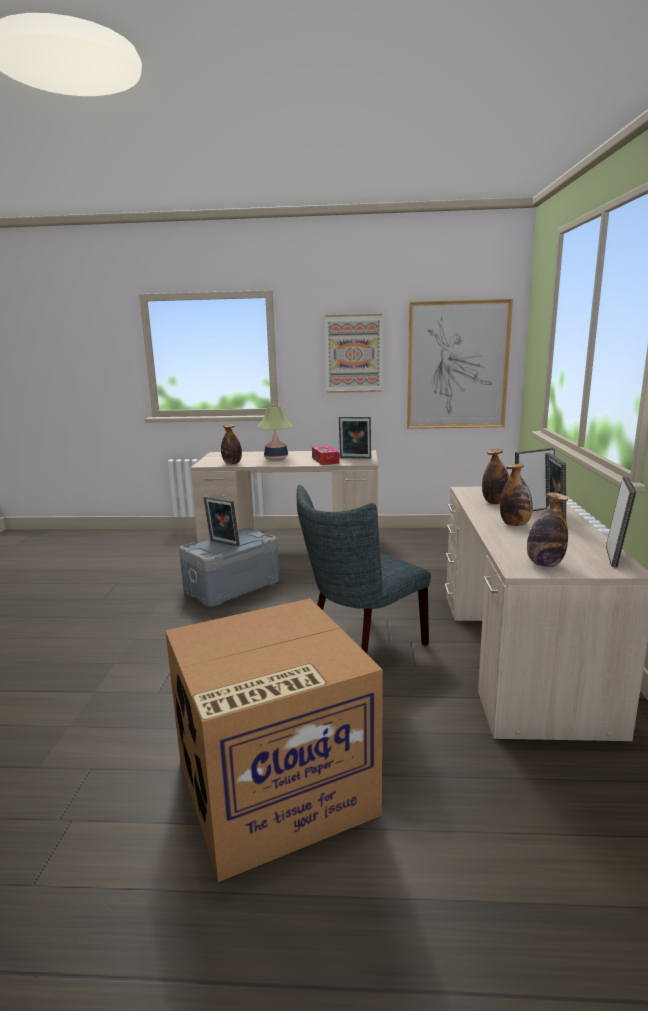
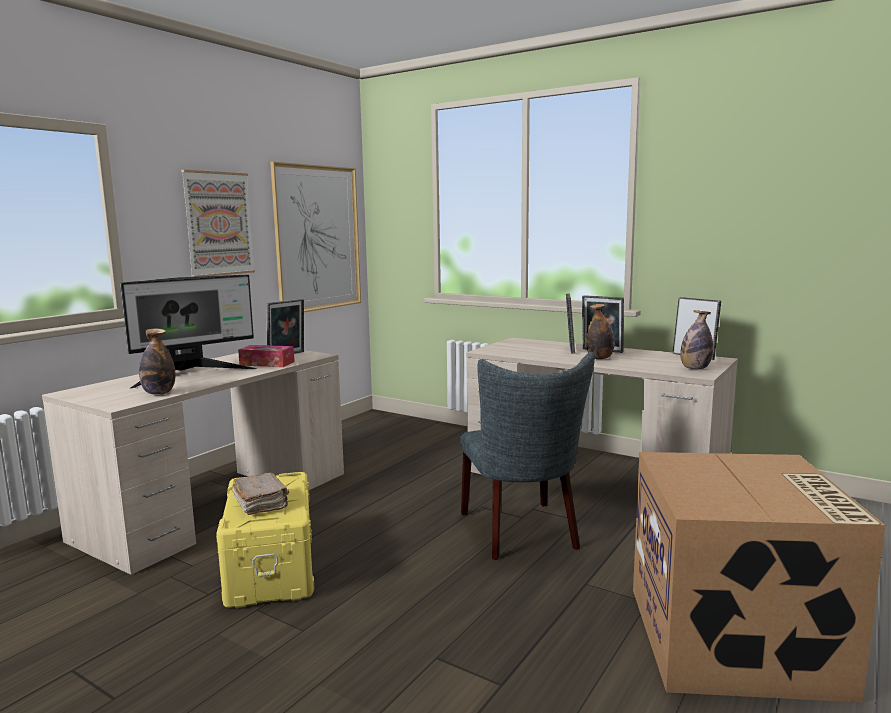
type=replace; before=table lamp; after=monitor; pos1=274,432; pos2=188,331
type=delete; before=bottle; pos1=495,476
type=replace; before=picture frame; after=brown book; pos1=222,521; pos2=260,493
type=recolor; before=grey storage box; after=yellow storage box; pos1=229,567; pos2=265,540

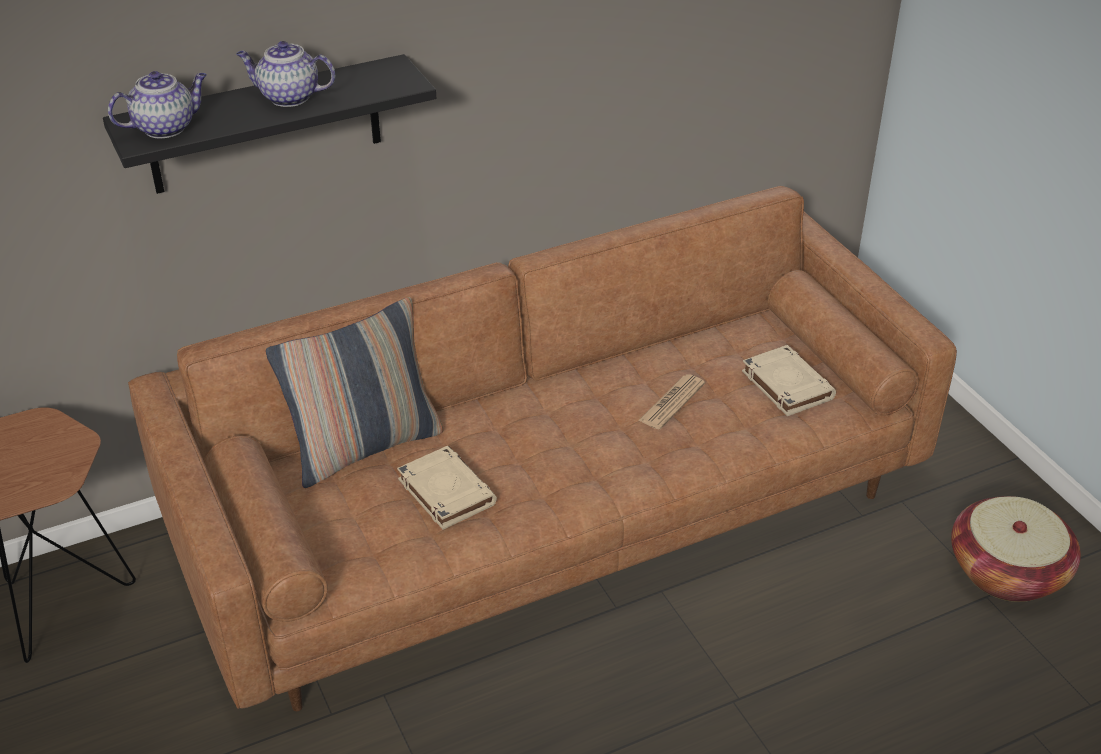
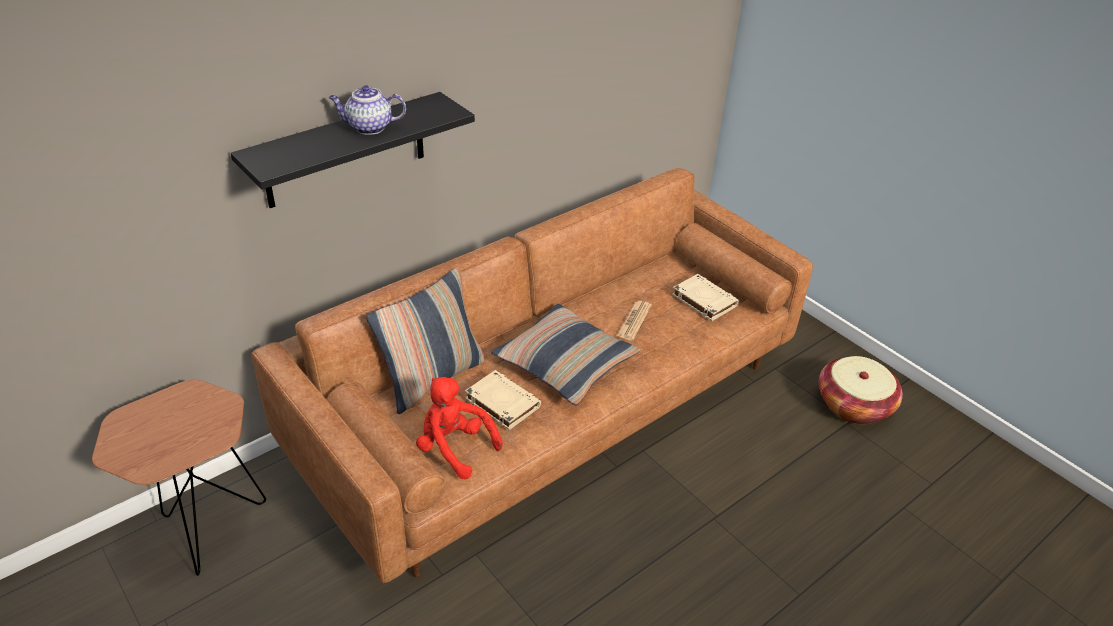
type=delete; before=teapot; pos1=157,104
type=insert; after=pillow; pos2=566,354
type=insert; after=red plush toy; pos2=459,428

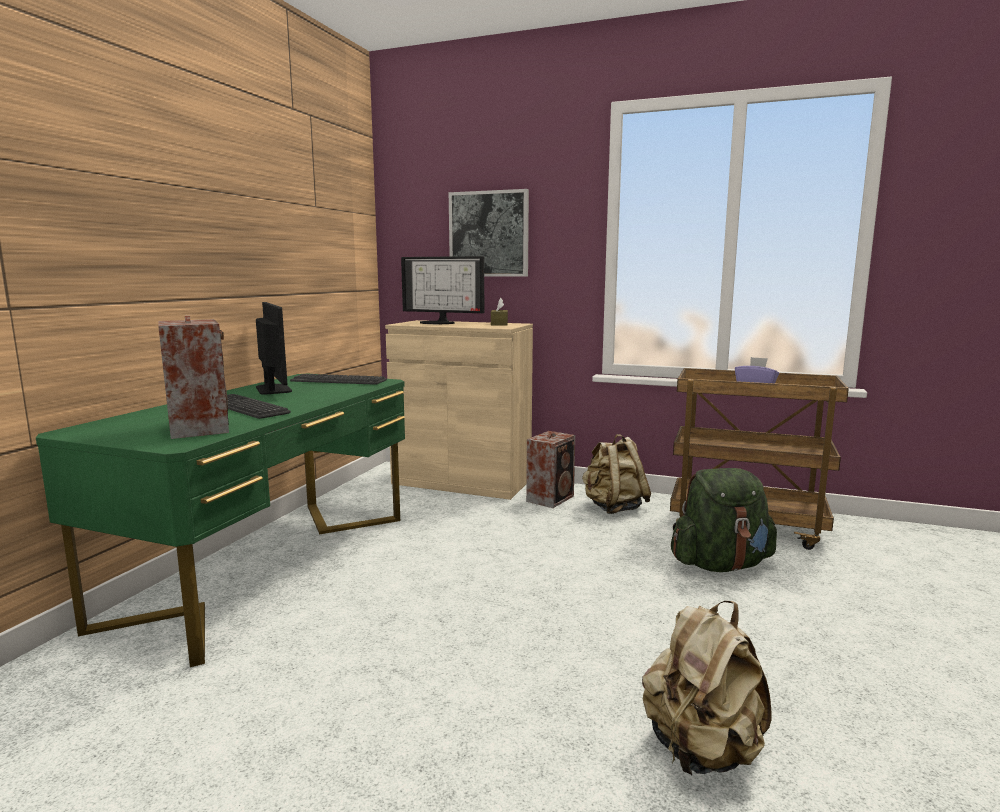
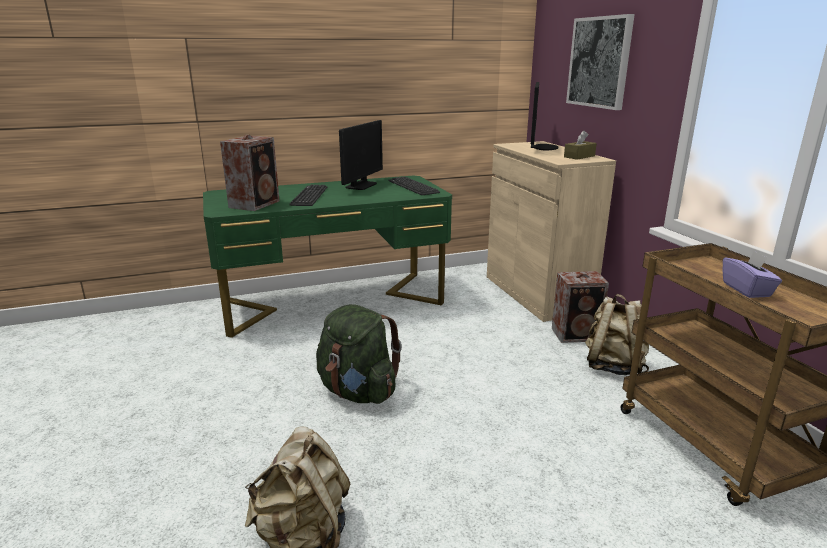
type=rotate; before=monitor; pos1=442,290; pos2=544,116; turn=-150
type=move; before=green backpack; pos1=724,520; pos2=359,354

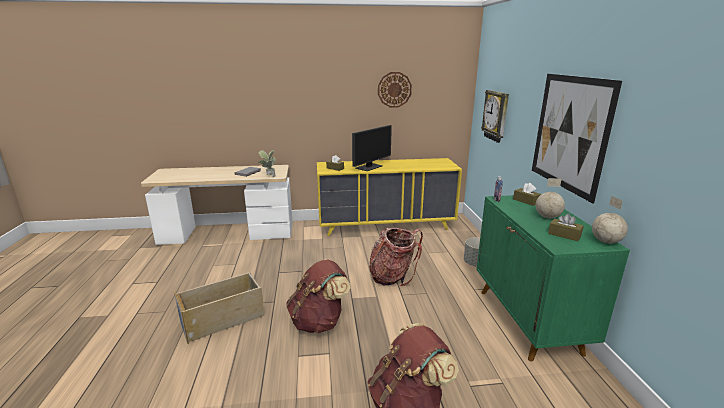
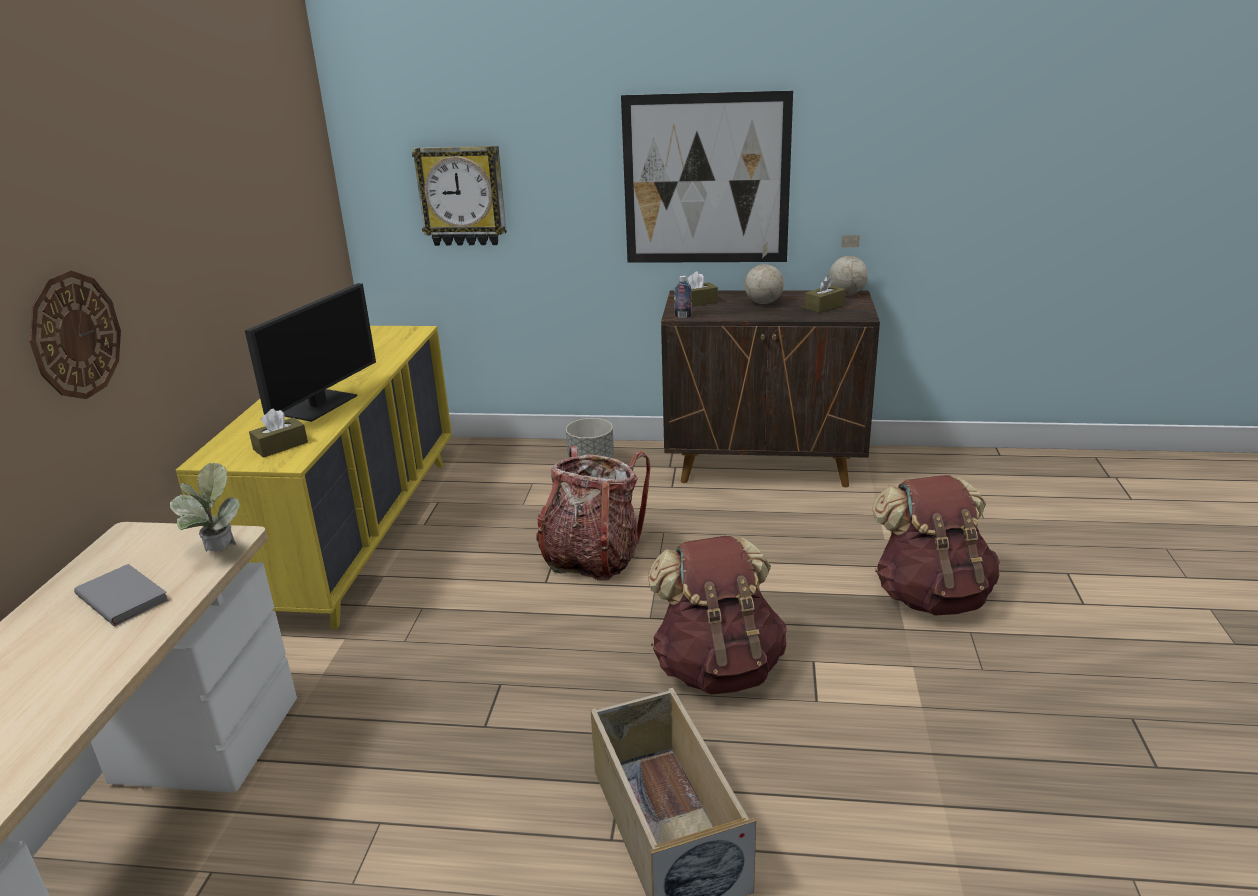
type=move; before=wall clock; pos1=395,90; pos2=75,335
type=rotate; before=monitor; pos1=372,148; pos2=310,352; turn=60
type=recolor; before=green cabinet; after=brown cabinet; pos1=553,278; pos2=770,388

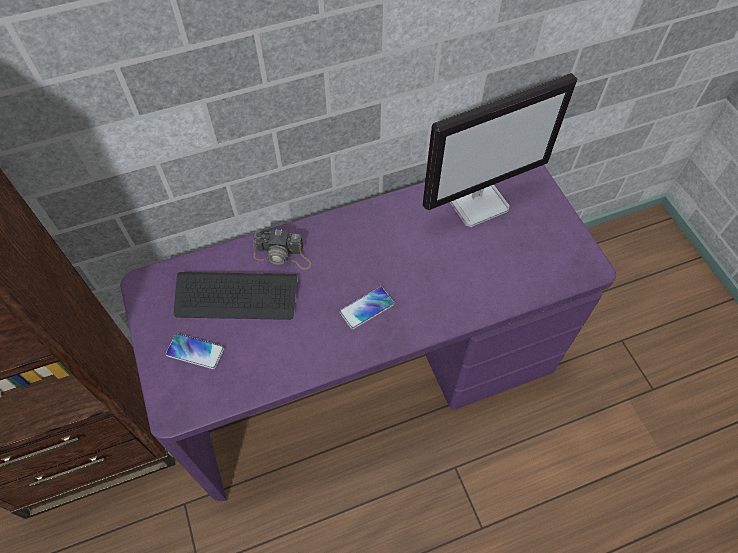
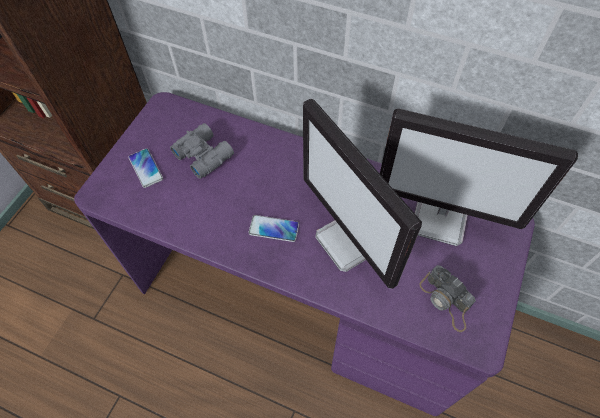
type=move; before=photo camera; pos1=282,249; pos2=447,298
type=replace; before=keyboard; after=grey binoculars; pos1=236,296; pos2=202,151
type=insert; after=monitor; pos2=362,194

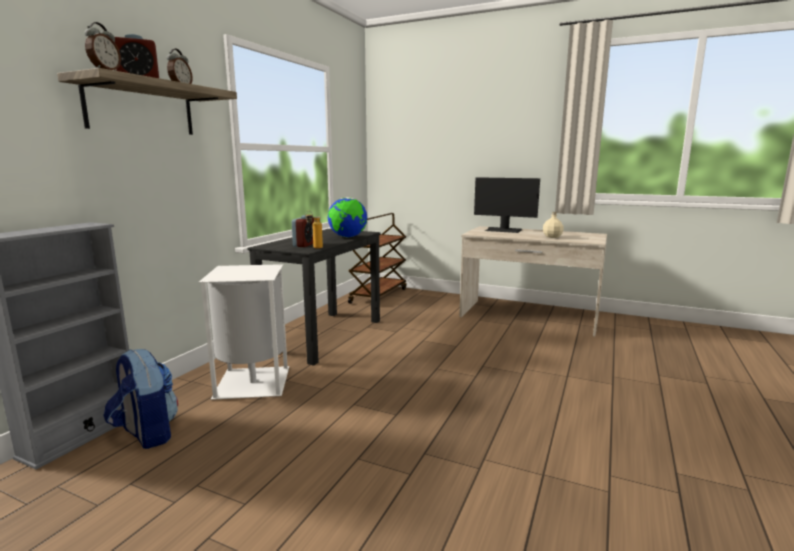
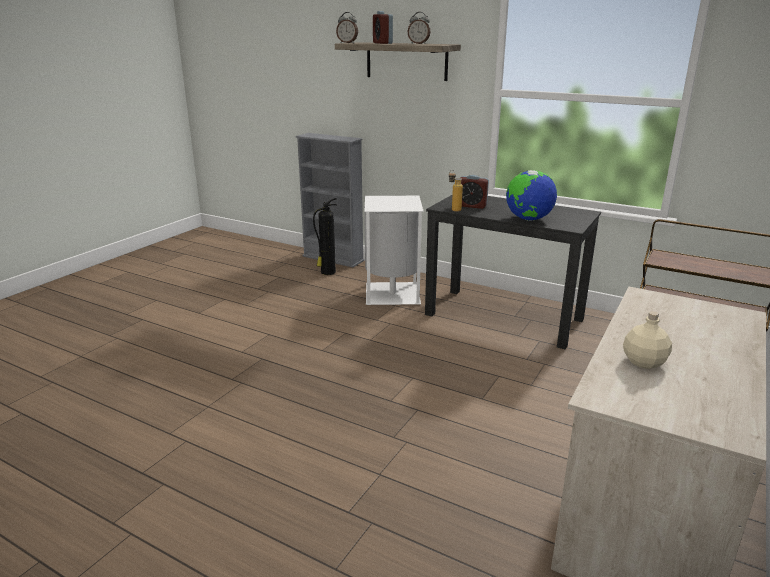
type=delete; before=monitor; pos1=507,205
type=replace; before=backpack; after=fire extinguisher; pos1=140,399; pos2=325,236

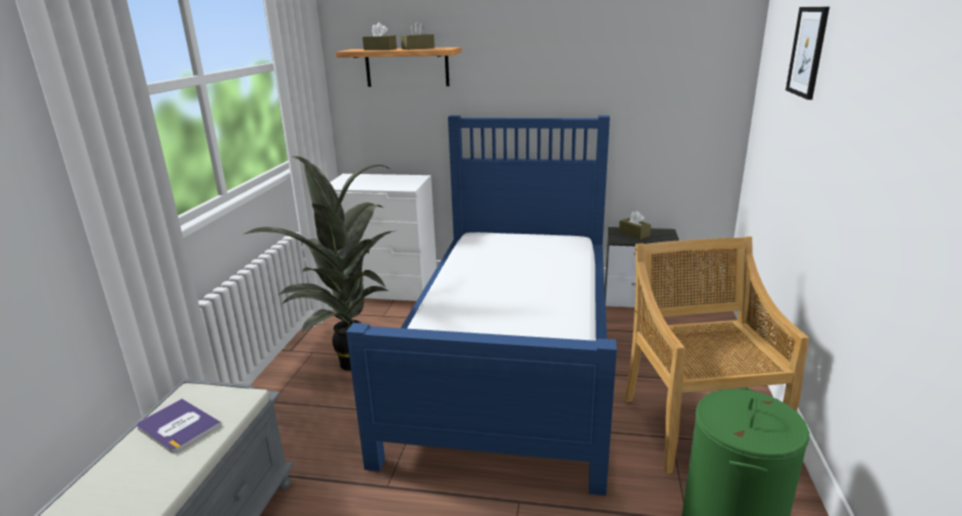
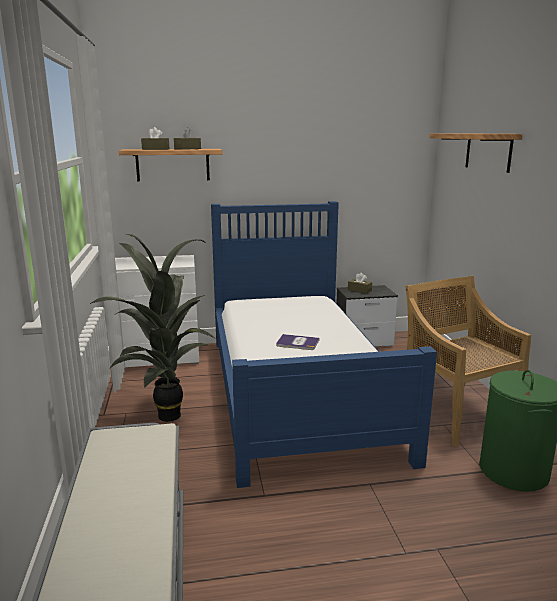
type=replace; before=picture; after=shelf; pos1=808,53; pos2=476,153
type=move; before=book; pos1=179,426; pos2=298,342

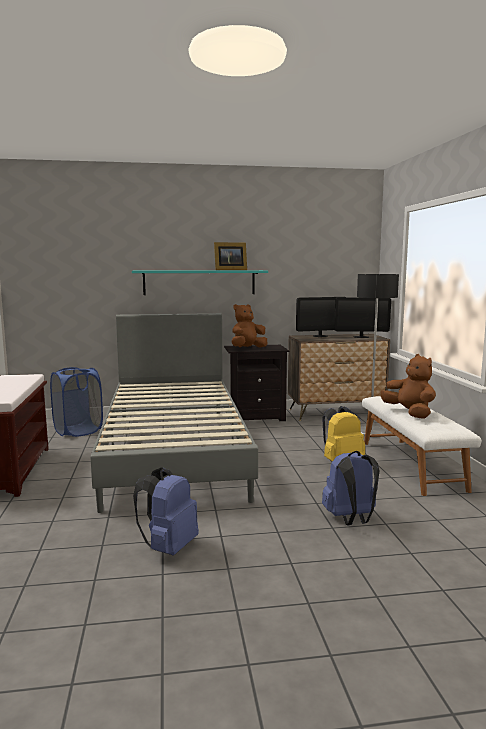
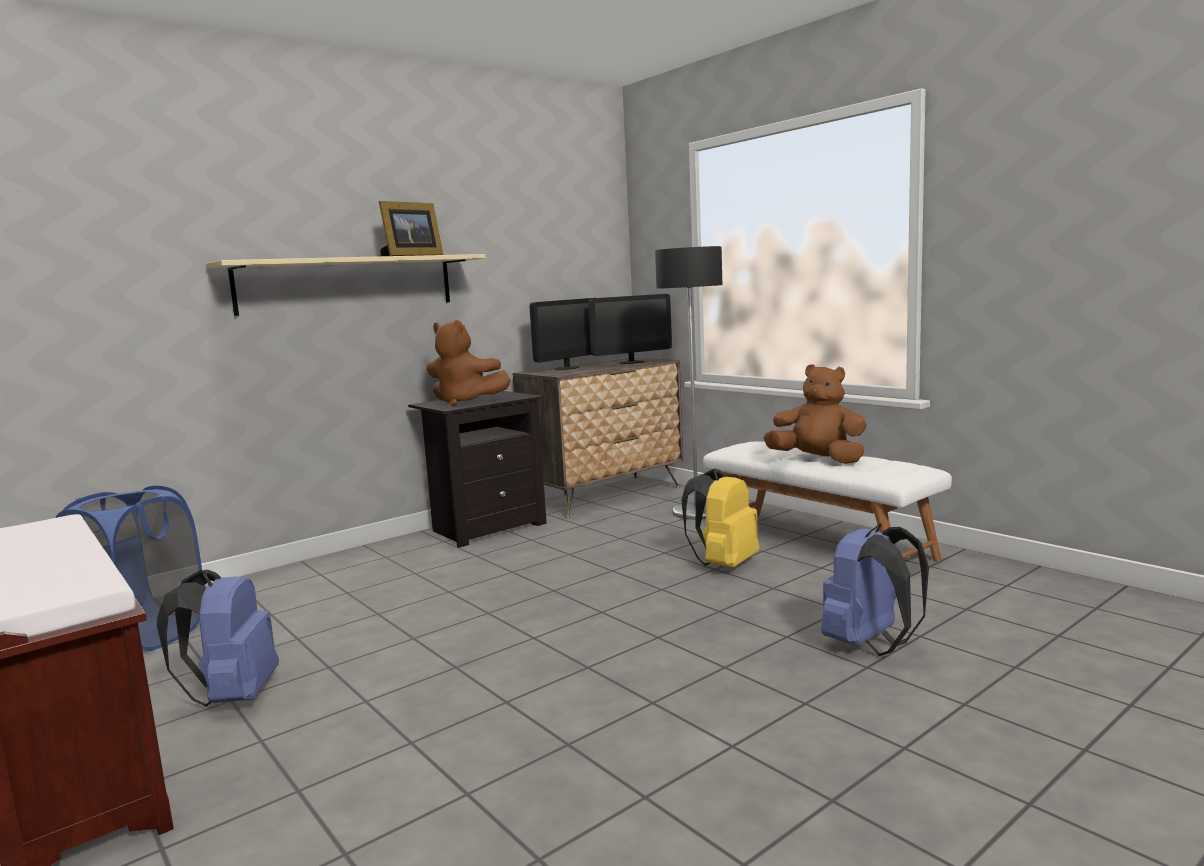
type=recolor; before=turquoise shelf; after=beige shelf; pos1=200,282; pos2=345,285
type=rotate; before=brown plush toy; pos1=249,326; pos2=468,363; turn=-90
type=delete; before=grey bed; pos1=174,413
type=move; before=blue backpack; pos1=166,511; pos2=218,638

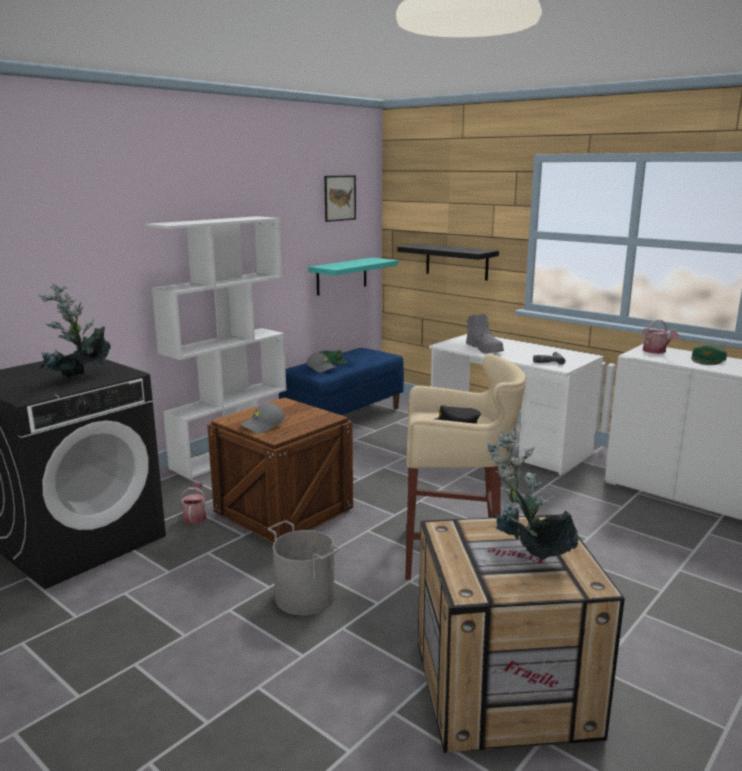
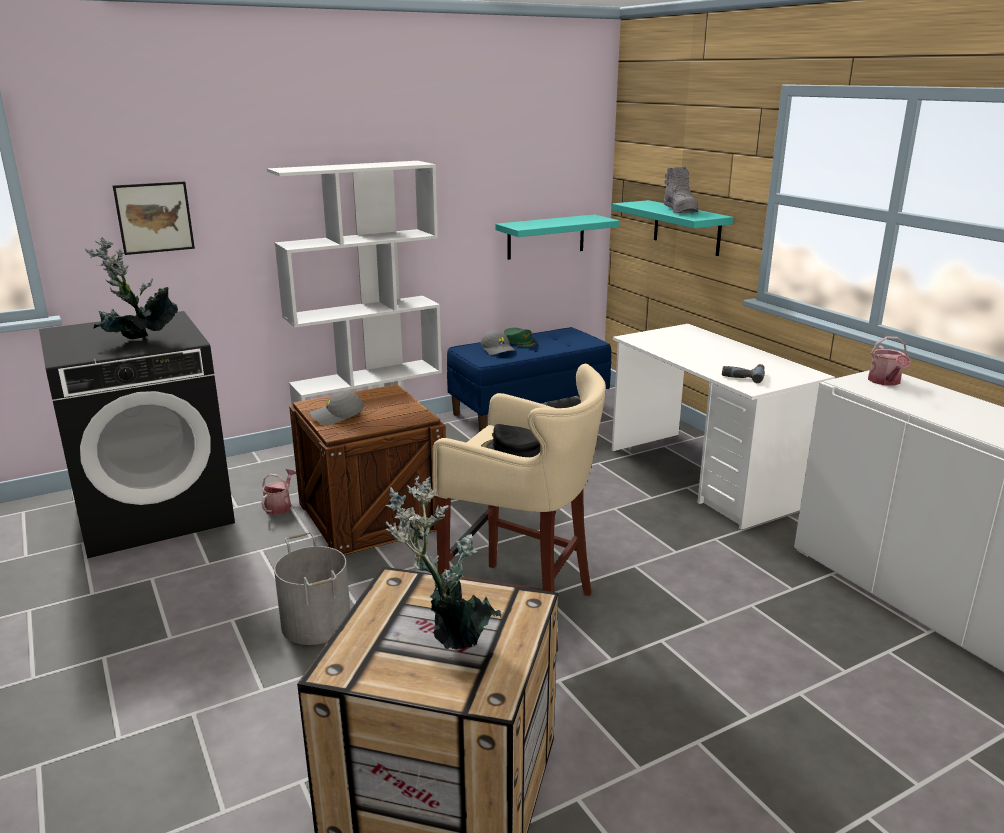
type=move; before=picture; pos1=340,198; pos2=154,218
type=recolor; before=black shelf; after=turquoise shelf; pos1=448,262; pos2=673,228
type=move; before=grey boot; pos1=485,334; pos2=681,189
type=delete; before=green cap; pos1=709,355

